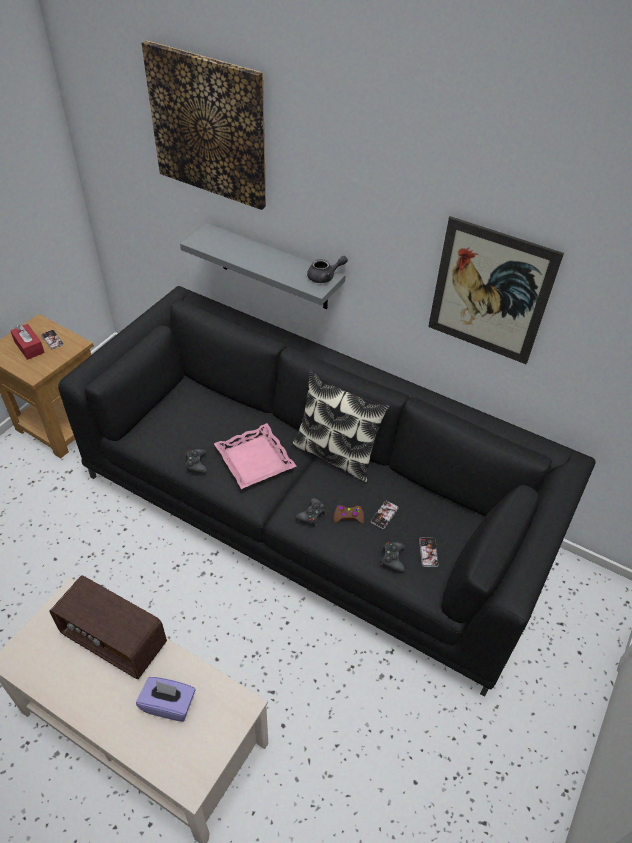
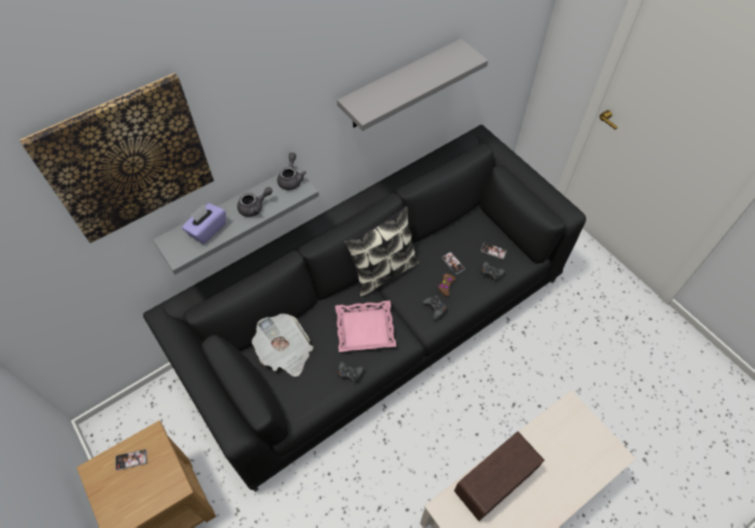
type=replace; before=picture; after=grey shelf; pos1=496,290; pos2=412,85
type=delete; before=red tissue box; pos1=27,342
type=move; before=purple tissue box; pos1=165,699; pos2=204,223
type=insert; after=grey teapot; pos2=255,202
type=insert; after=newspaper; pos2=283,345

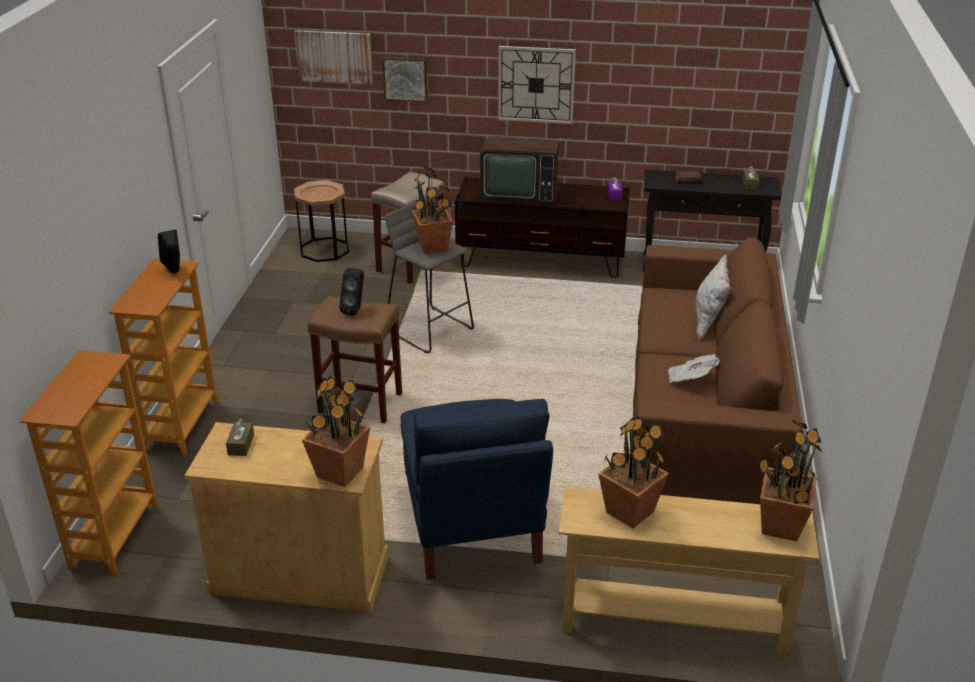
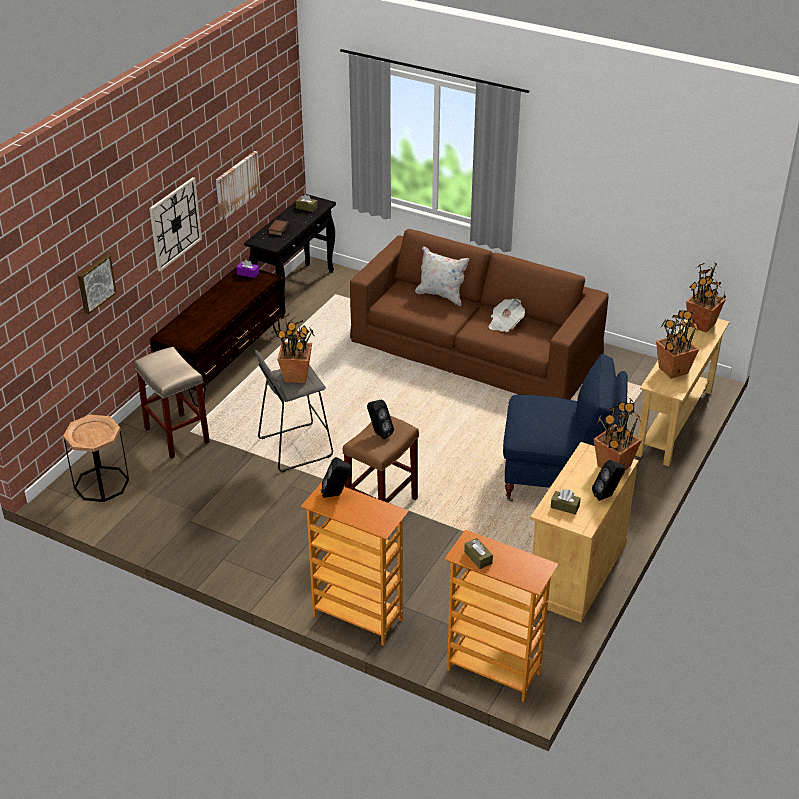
type=move; before=picture; pos1=333,57; pos2=238,186
type=delete; before=television; pos1=519,170
type=insert; after=black speaker; pos2=608,480
type=insert; after=brown tissue box; pos2=478,553

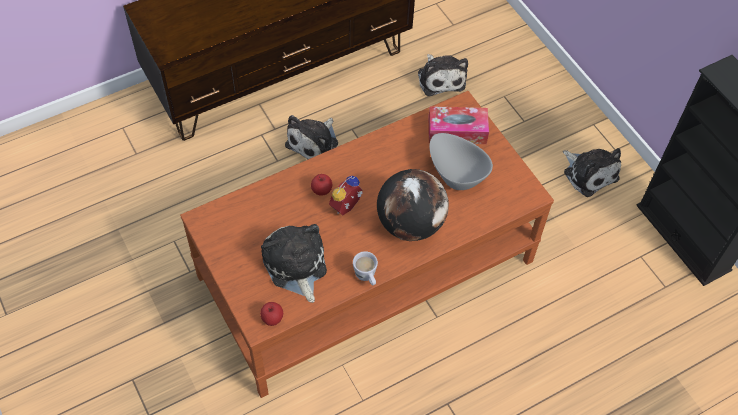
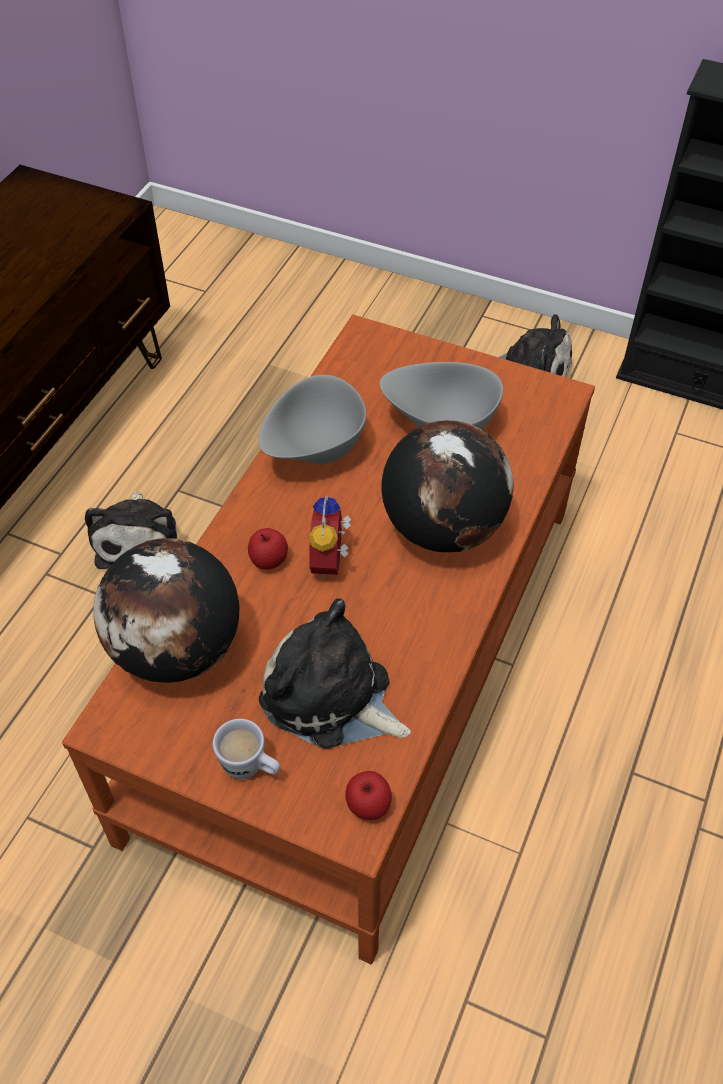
type=delete; before=plush toy; pos1=443,75
type=delete; before=tissue box; pos1=458,125
type=move; before=white mug; pos1=365,268; pos2=246,749
type=insert; after=grey bowl; pos2=312,419
type=insert; after=globe; pos2=166,610

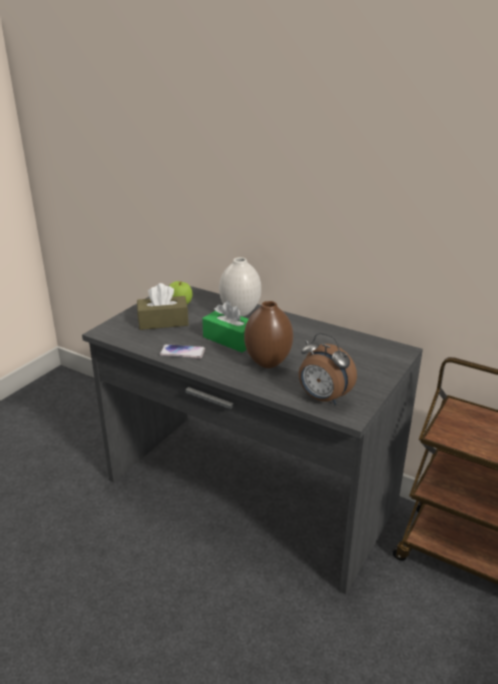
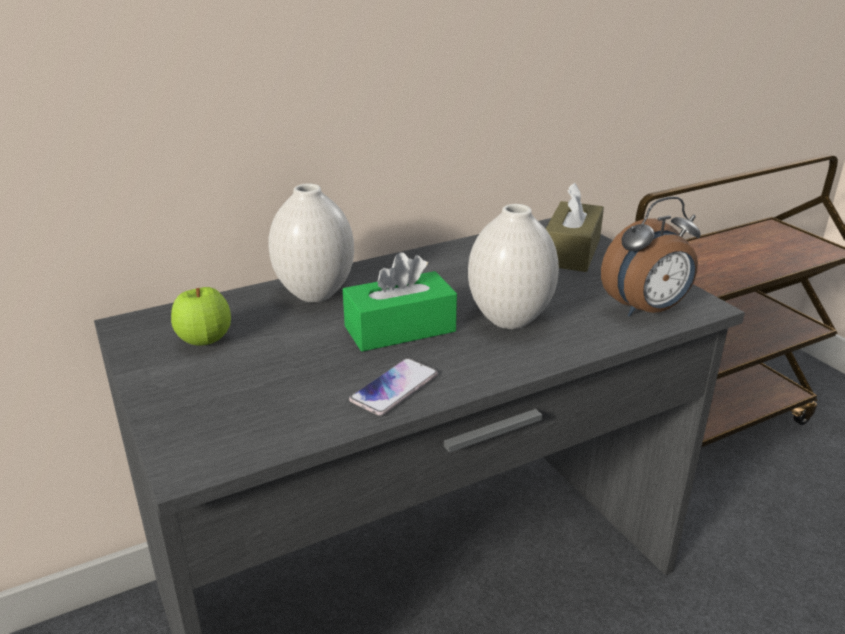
type=move; before=brown tissue box; pos1=162,306; pos2=575,227
type=recolor; before=brown vase; after=white vase; pos1=268,334; pos2=513,266

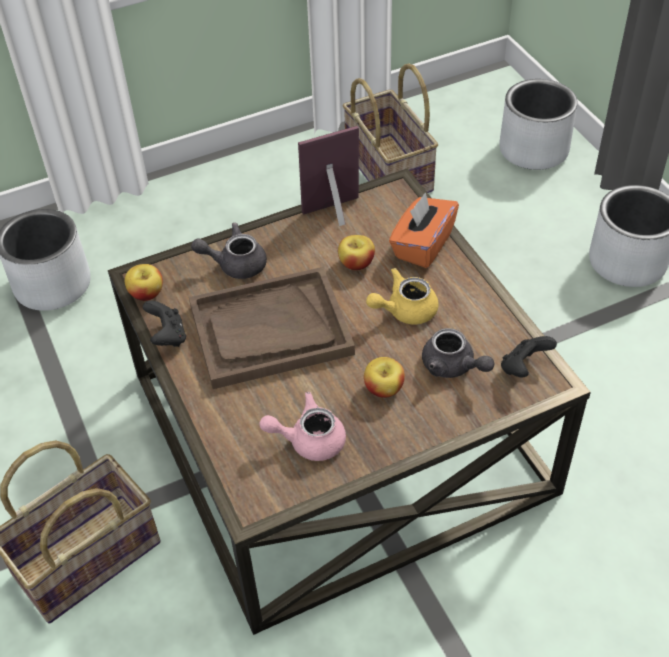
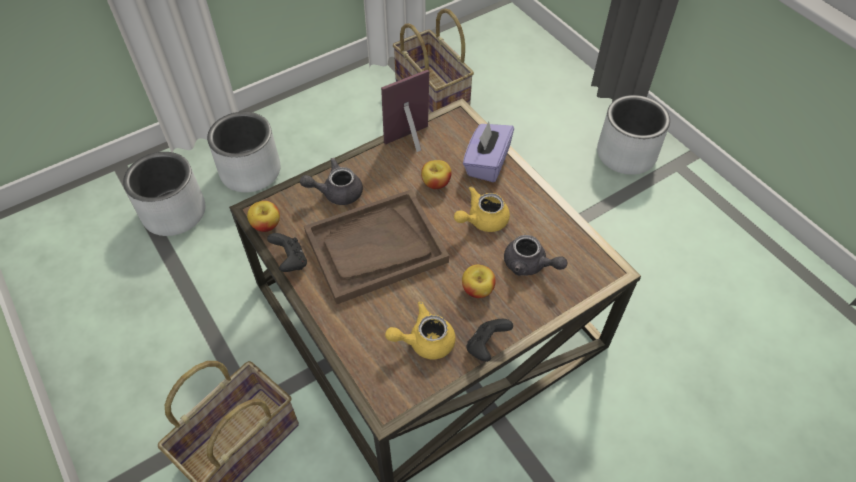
type=move; before=grey planter; pos1=538,124; pos2=243,152
type=recolor; before=orange tissue box; after=purple tissue box; pos1=424,230; pos2=488,151
type=move; before=black game controller; pos1=529,356; pos2=490,340
type=recolor; before=pink teapot; after=yellow teapot; pos1=302,426; pos2=420,330

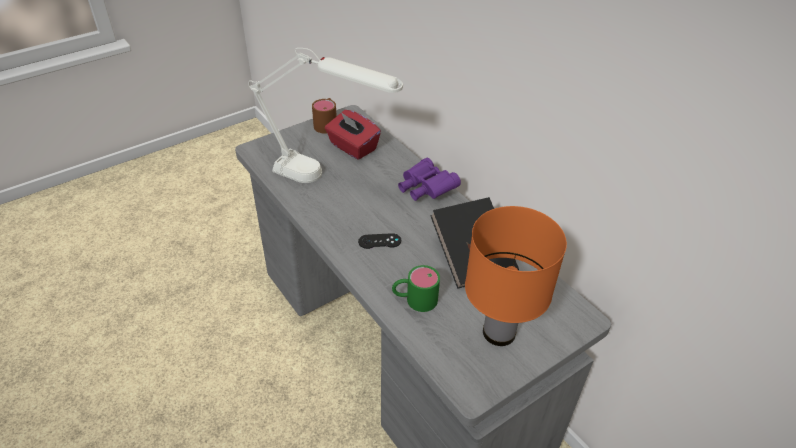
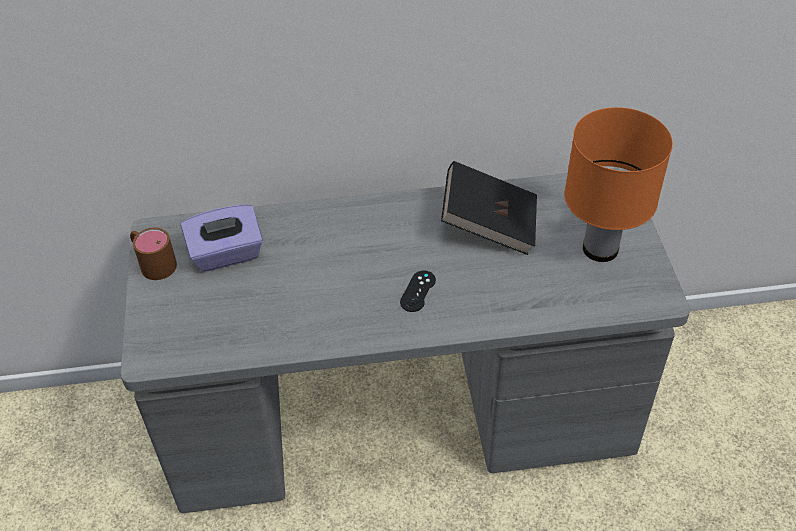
type=delete; before=white table lamp; pos1=325,115
type=recolor; before=red tissue box; after=purple tissue box; pos1=353,135; pos2=222,238
type=delete; before=purple binoculars; pos1=429,179
type=delete; before=green mug; pos1=416,288

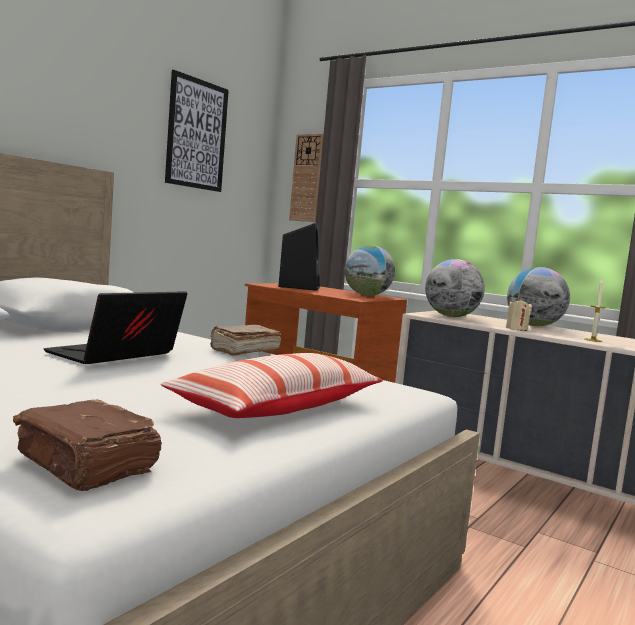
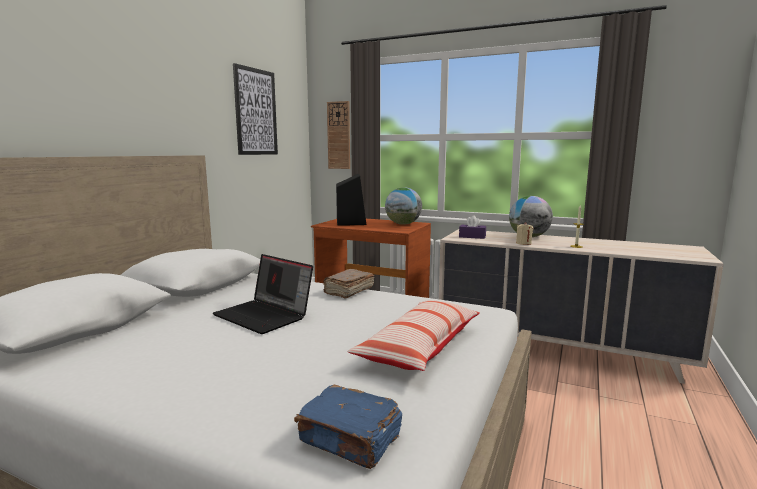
type=replace; before=globe; after=purple tissue box; pos1=455,288; pos2=472,227
type=rotate; before=laptop; pos1=115,327; pos2=263,294; turn=-75
type=recolor; before=brown book; after=blue book; pos1=87,445; pos2=348,427

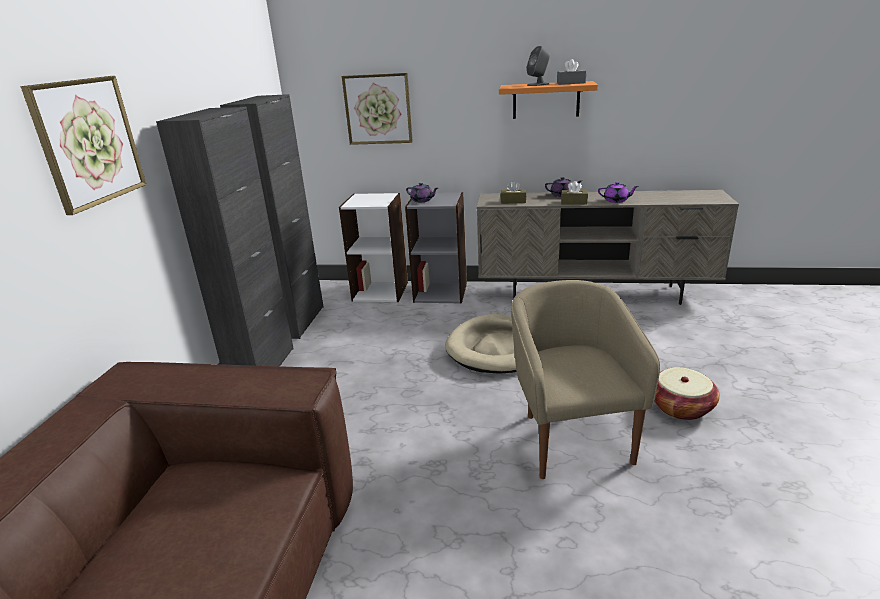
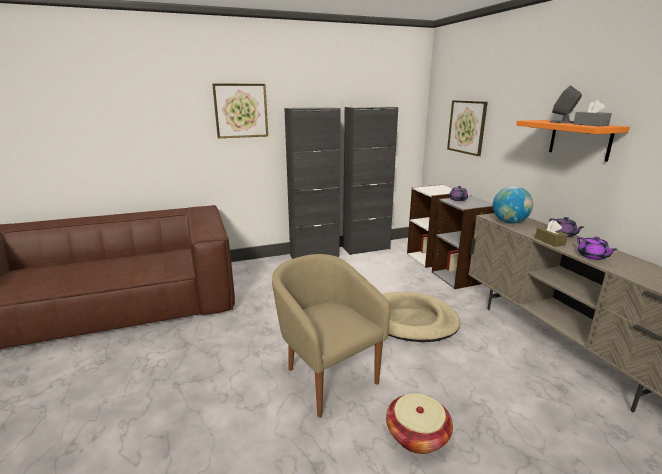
type=replace; before=brown tissue box; after=globe; pos1=513,192; pos2=513,205
type=rotate; before=beige armchair; pos1=585,379; pos2=331,336; turn=-90

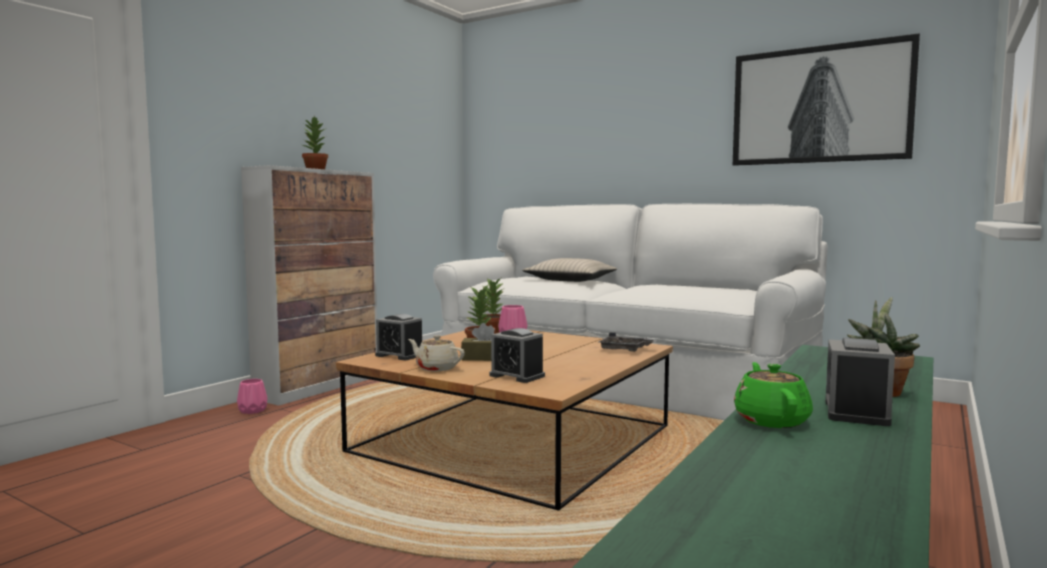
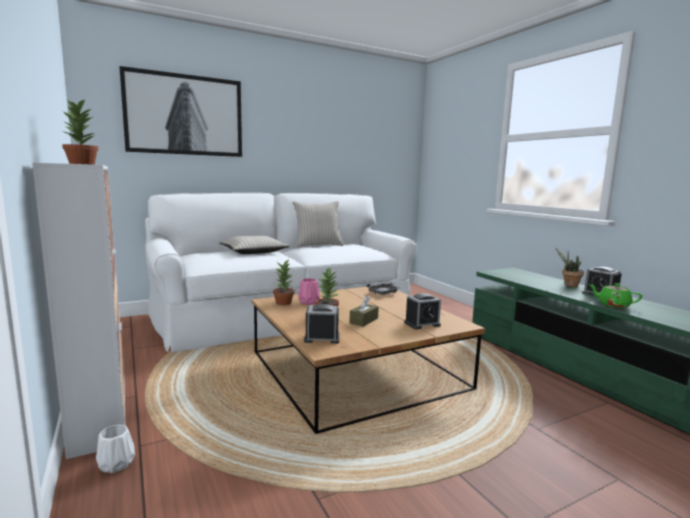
type=move; before=picture; pos1=826,99; pos2=180,111
type=rotate; before=alarm clock; pos1=398,337; pos2=322,324; turn=-150
type=delete; before=beige teapot; pos1=436,353
type=recolor; before=pink vase; after=white vase; pos1=252,396; pos2=115,449
type=insert; after=beige pillow; pos2=318,224

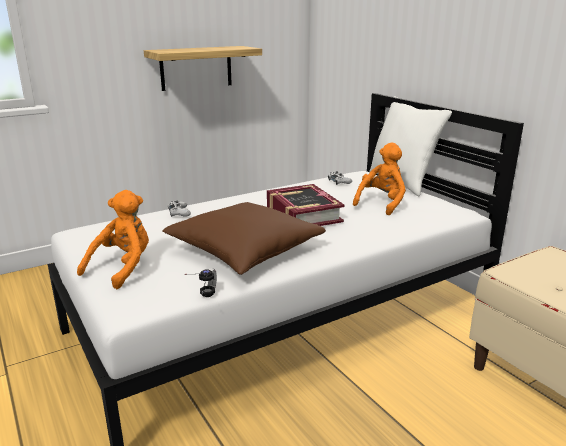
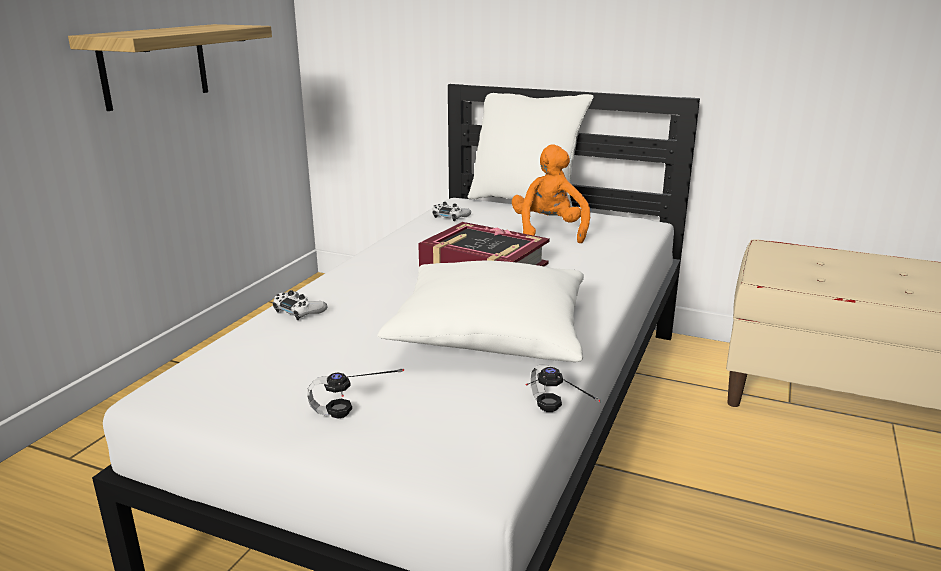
type=replace; before=orange plush toy; after=headphones; pos1=113,239; pos2=355,394
type=recolor; before=brown pillow; after=white pillow; pos1=244,238; pos2=480,311

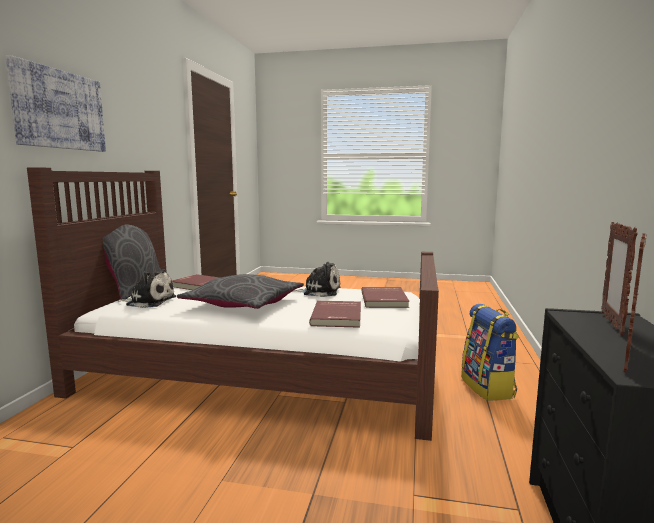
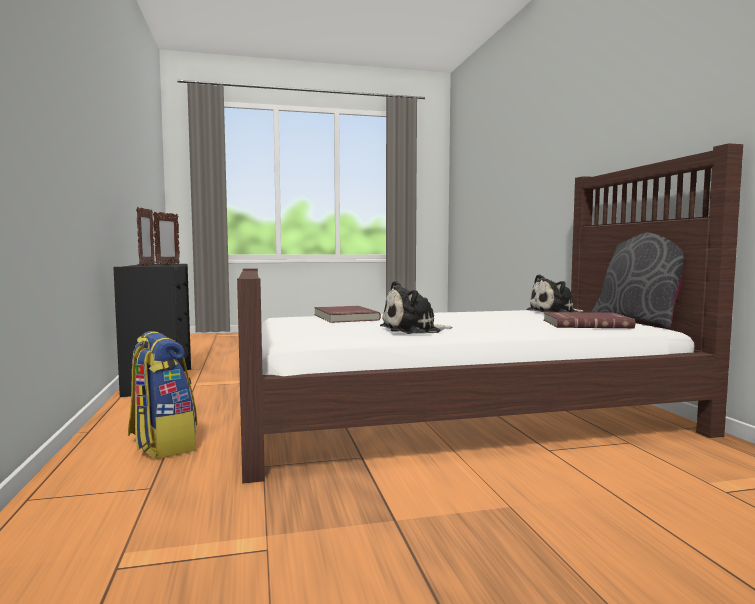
type=delete; before=picture; pos1=55,103
type=delete; before=grey pillow; pos1=240,291
type=delete; before=red book; pos1=385,297

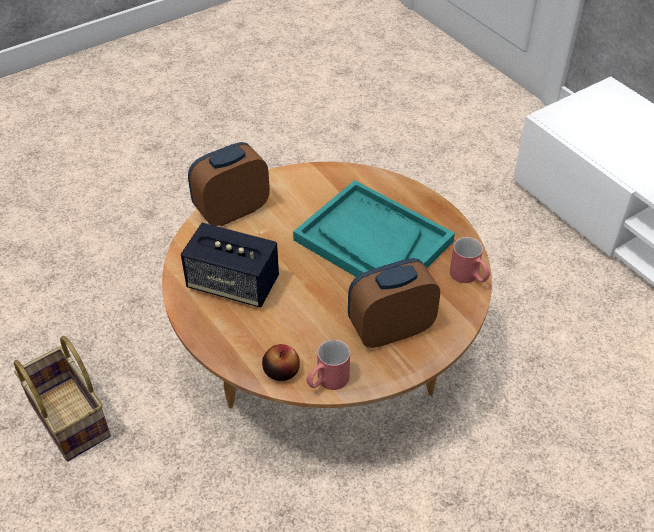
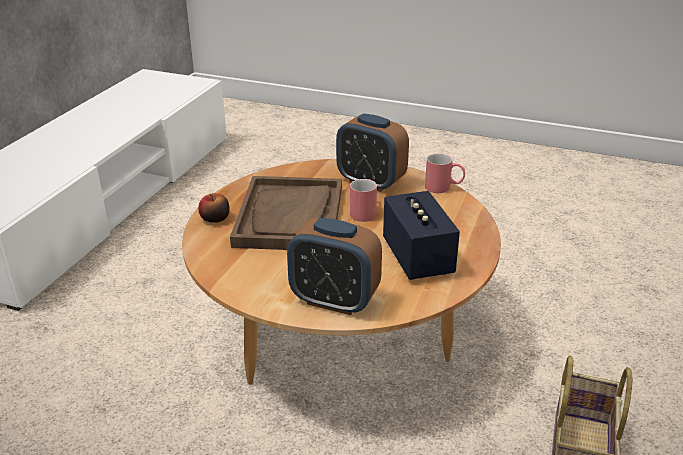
type=recolor; before=turquoise tray; after=brown tray; pos1=374,228; pos2=286,213
type=move; before=red mug; pos1=470,260; pos2=363,200
type=move; before=apple; pos1=281,362; pos2=214,208

